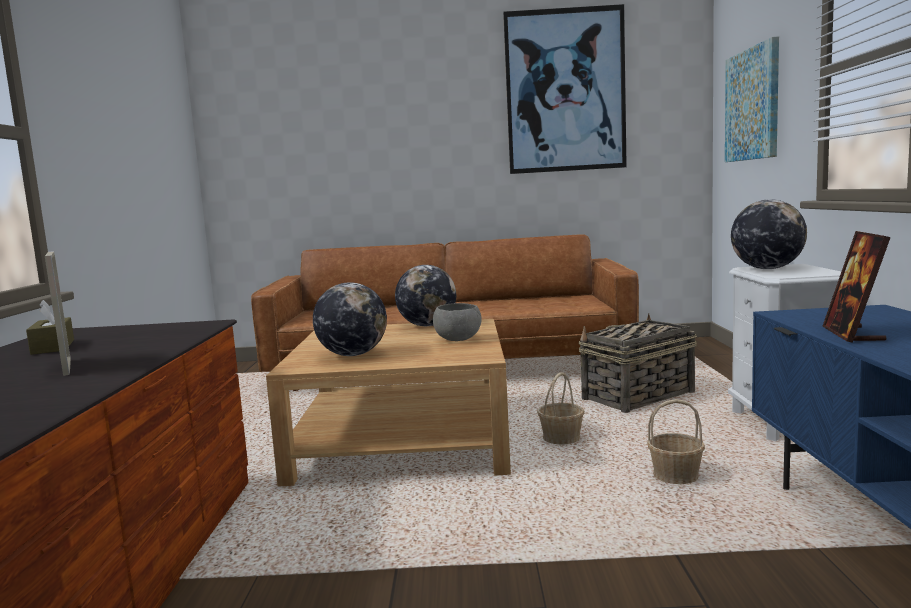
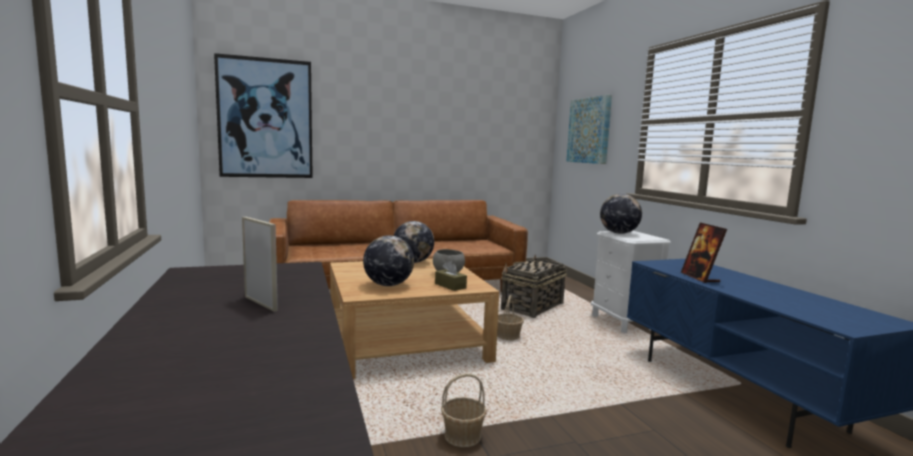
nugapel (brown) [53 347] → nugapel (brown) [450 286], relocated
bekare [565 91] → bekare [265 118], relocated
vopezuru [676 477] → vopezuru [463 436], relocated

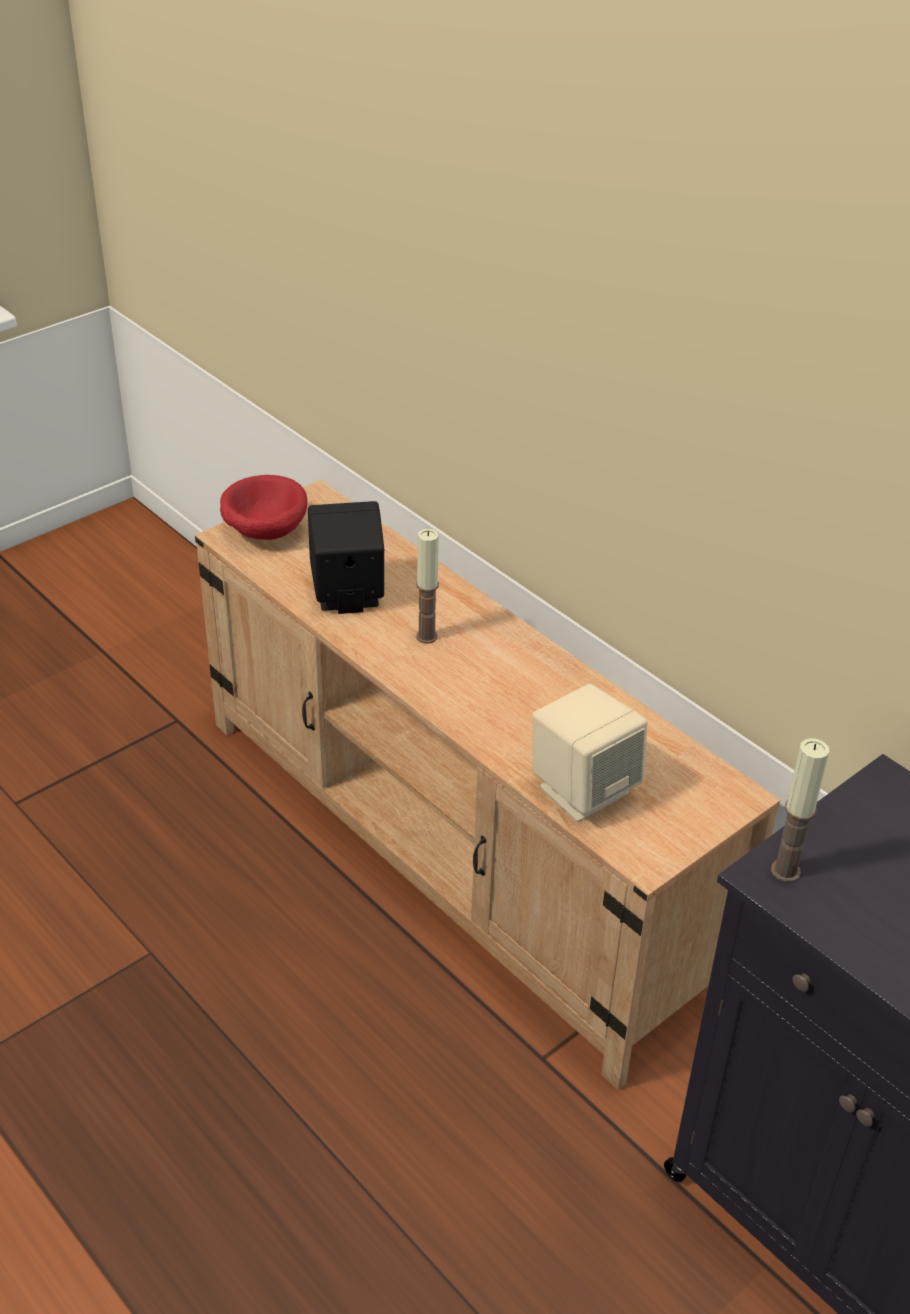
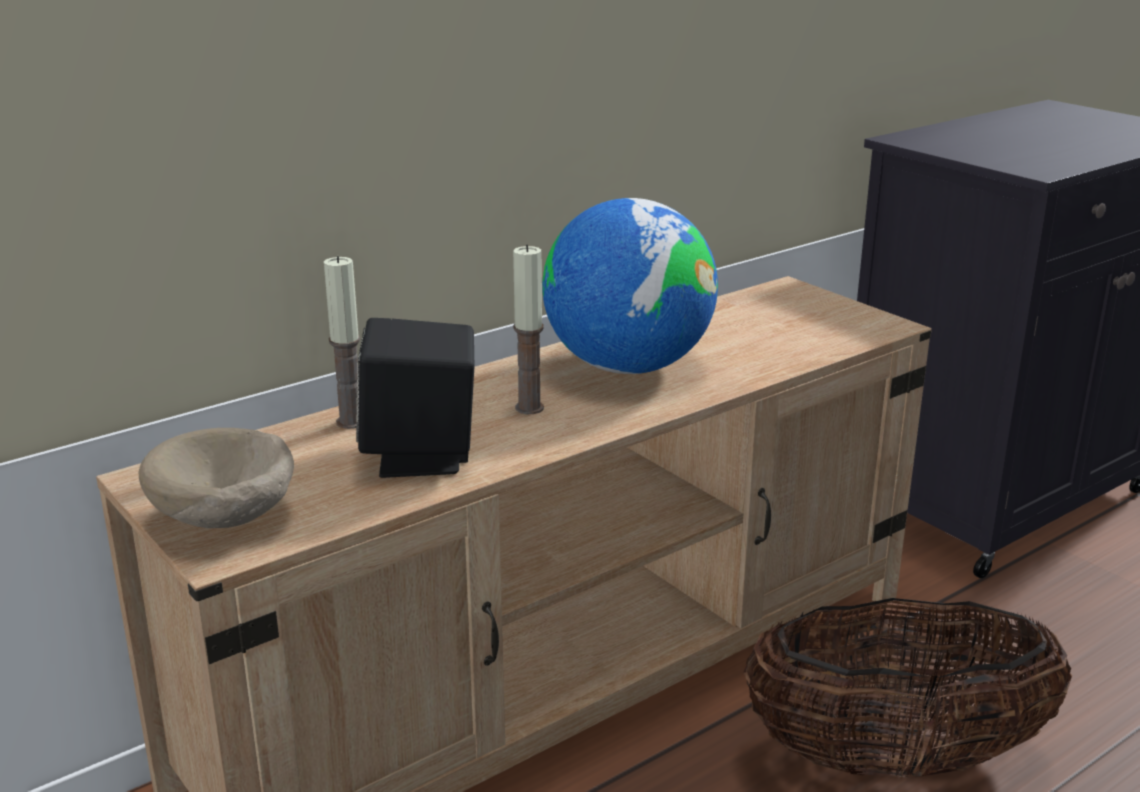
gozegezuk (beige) [583 789] → -
- → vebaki [627 367]
- → vopezuru [895 759]
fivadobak [785 871] → fivadobak [351 422], relocated
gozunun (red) [264 531] → gozunun (beige) [224 520]

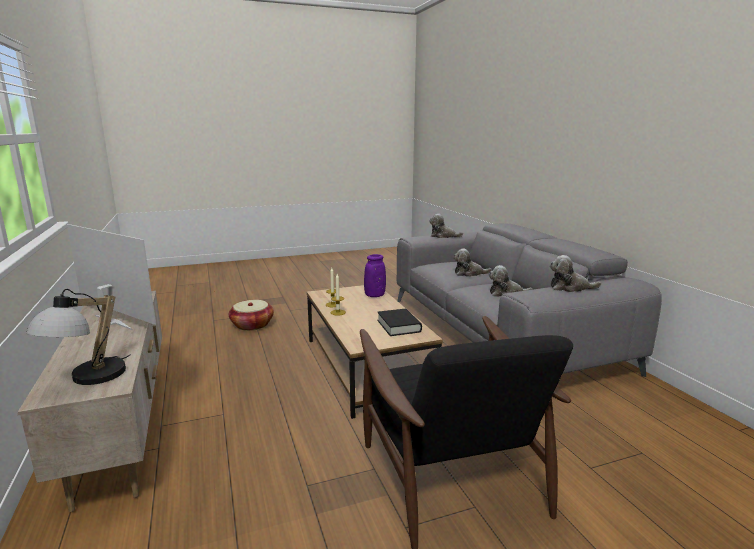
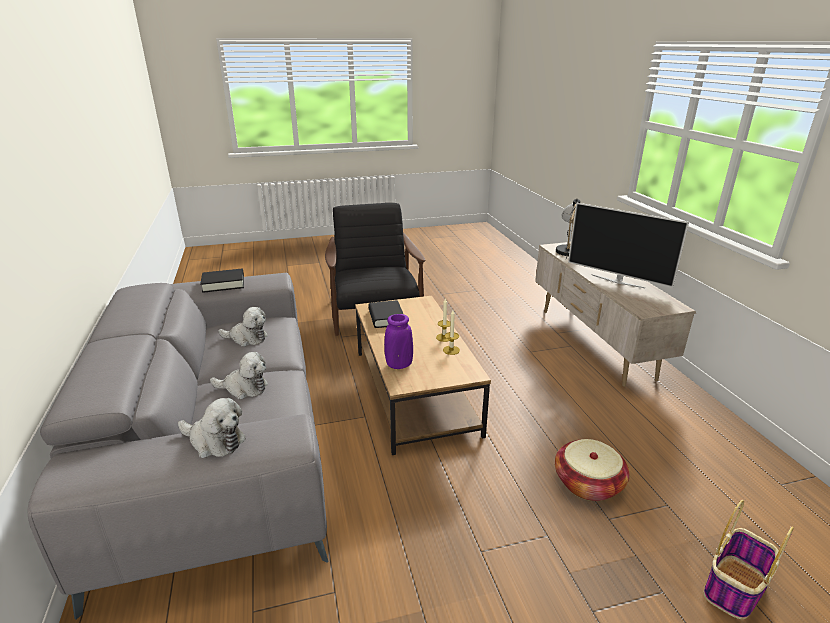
- → vopezuru [734 588]
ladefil [570 288] → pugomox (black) [223 284]

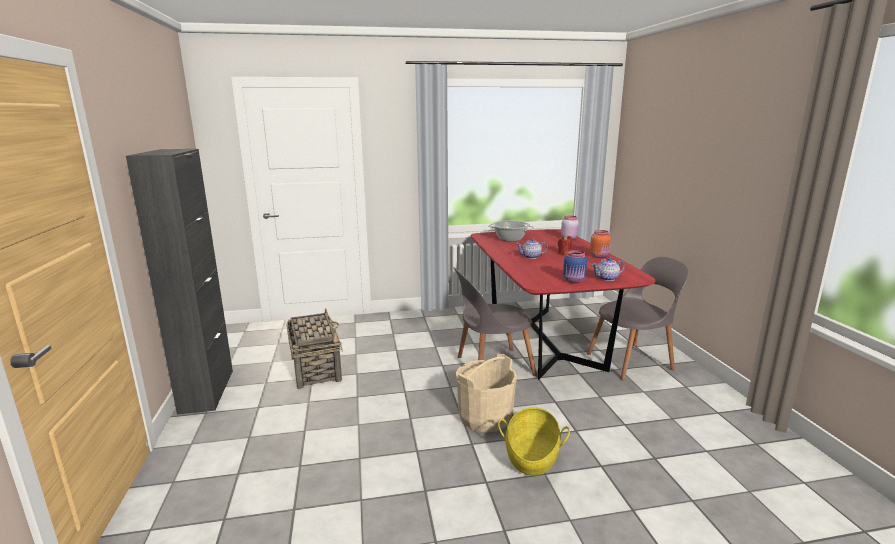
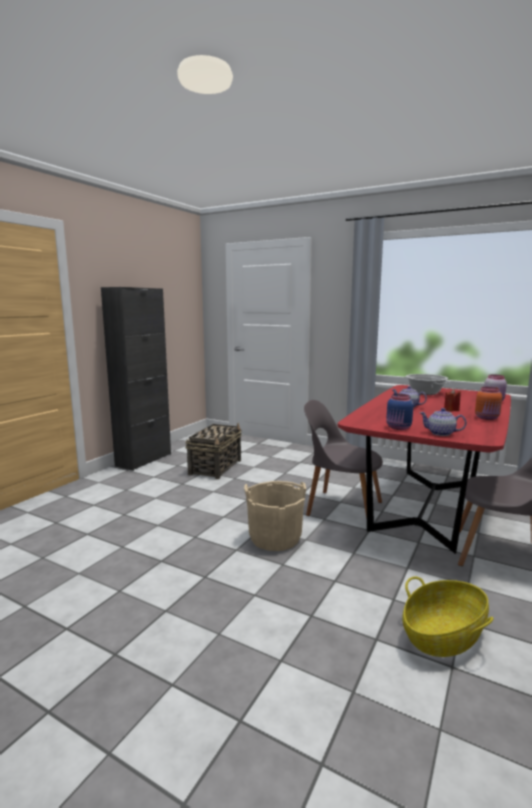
vopezuru [532 456] → vopezuru [443 636], relocated

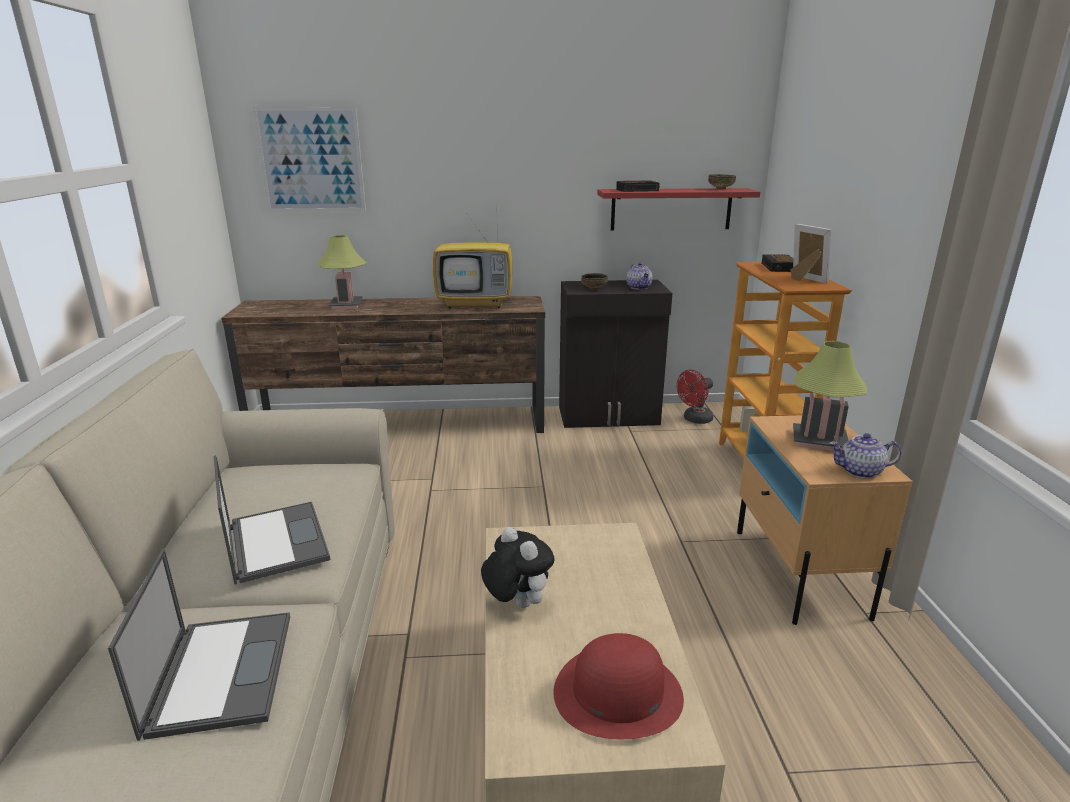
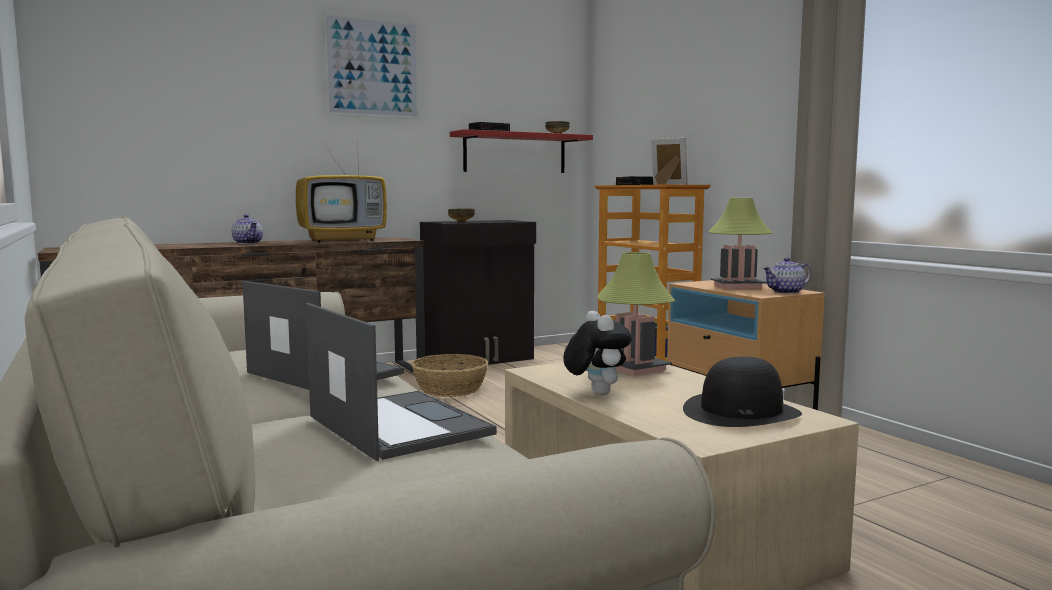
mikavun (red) [694 420] → -
- → vopezuru [450 389]
bekare [311 160] → bekare [372 68], relocated
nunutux [346 305] → nunutux [633 368], relocated
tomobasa [639 287] → tomobasa [248 243], relocated
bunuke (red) [617 693] → bunuke (black) [741 412]
ladefil [516 603] → ladefil [595 393], 45 degrees clockwise

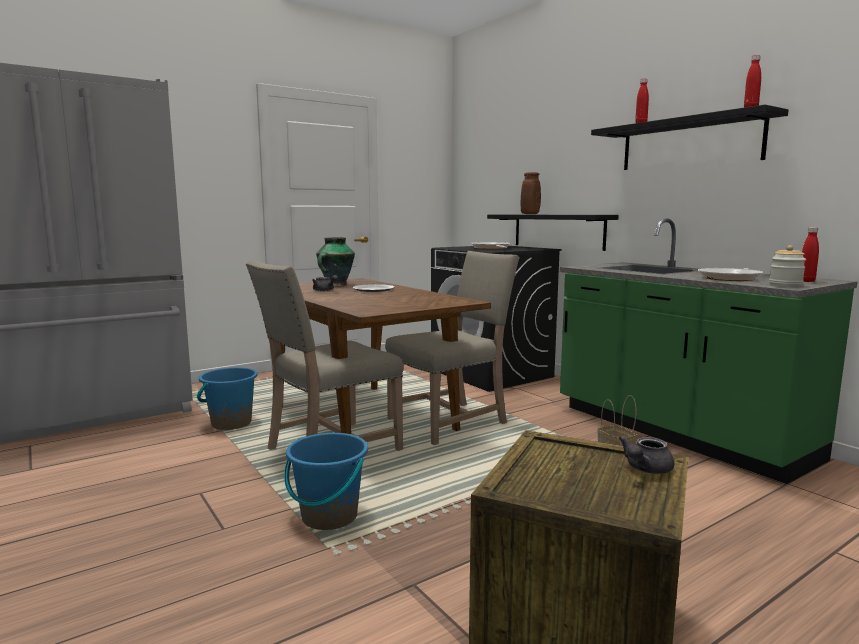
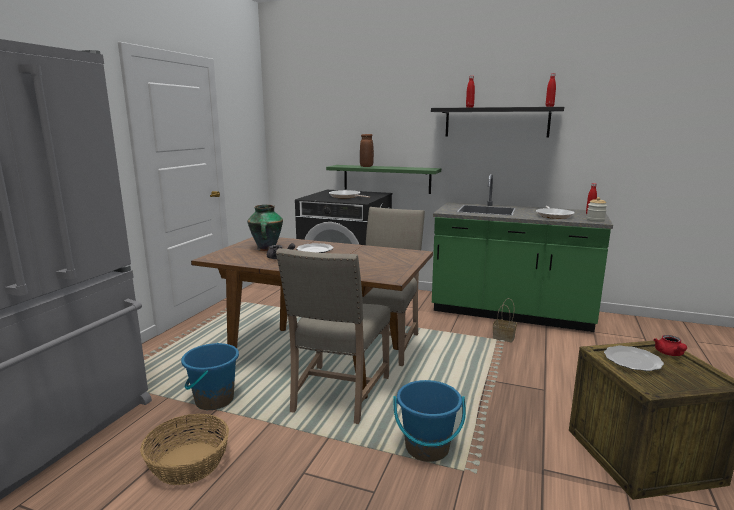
- → vopezuru [188 463]
- → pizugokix [633 361]
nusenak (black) [558 231] → nusenak (green) [386 179]
tomobasa (grey) [645 469] → tomobasa (red) [670 354]

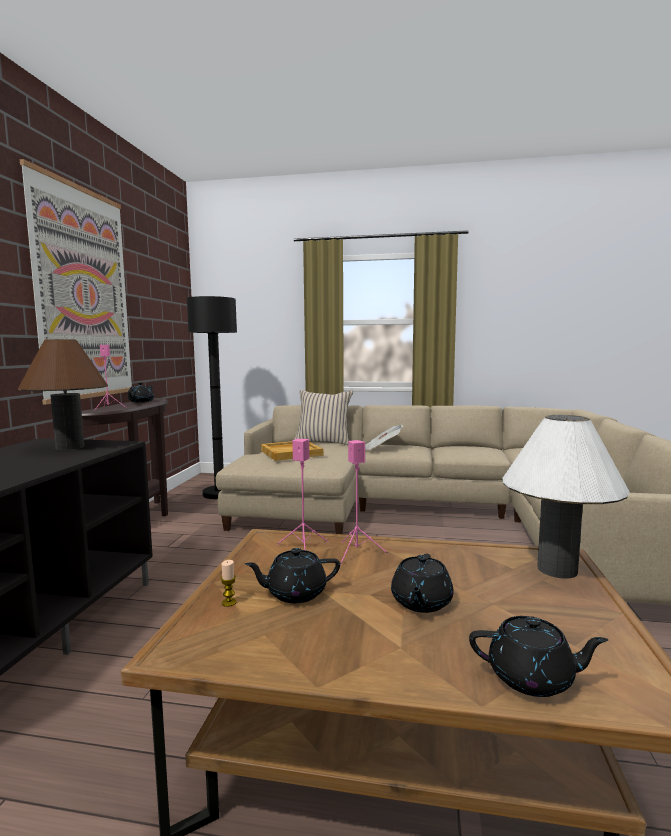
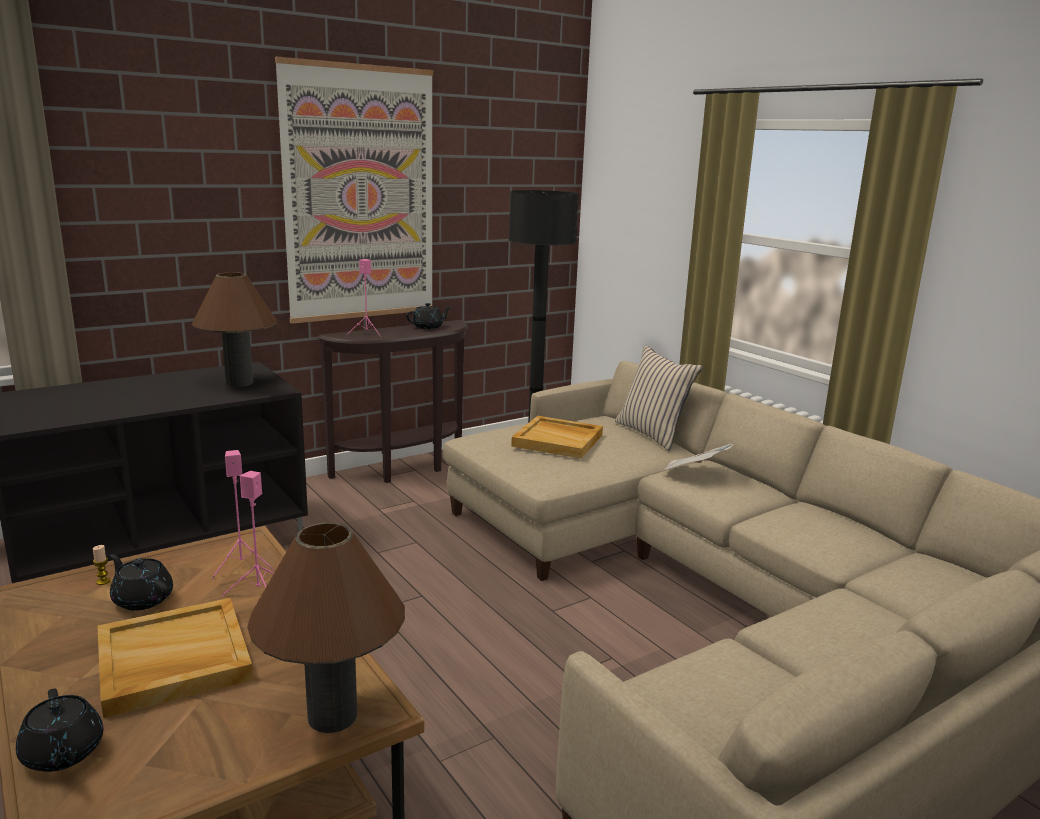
tomobasa (black) [421 602] → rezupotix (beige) [172 661]
nunutux (white) [557 569] → nunutux (brown) [332 716]

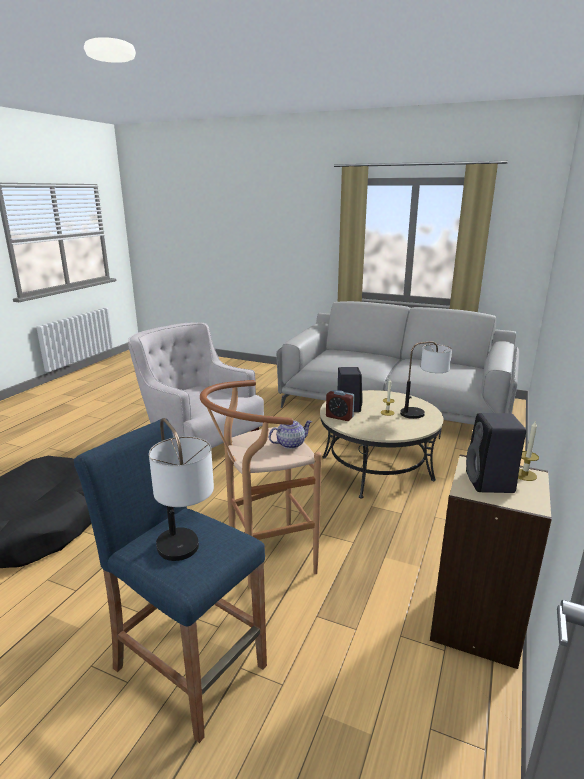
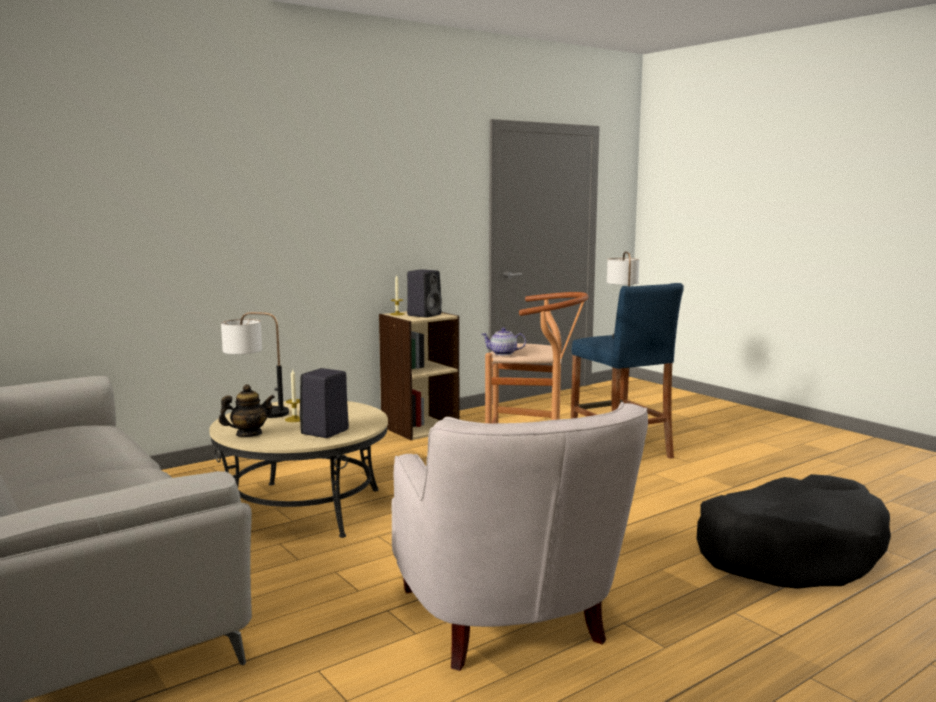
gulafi [339 417] → -
- → tomobasa [249 434]

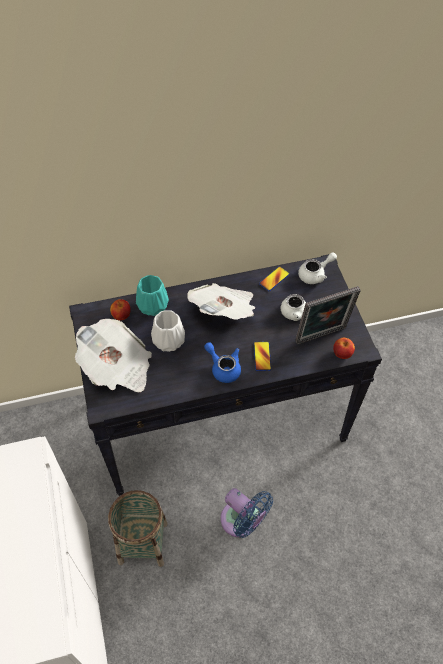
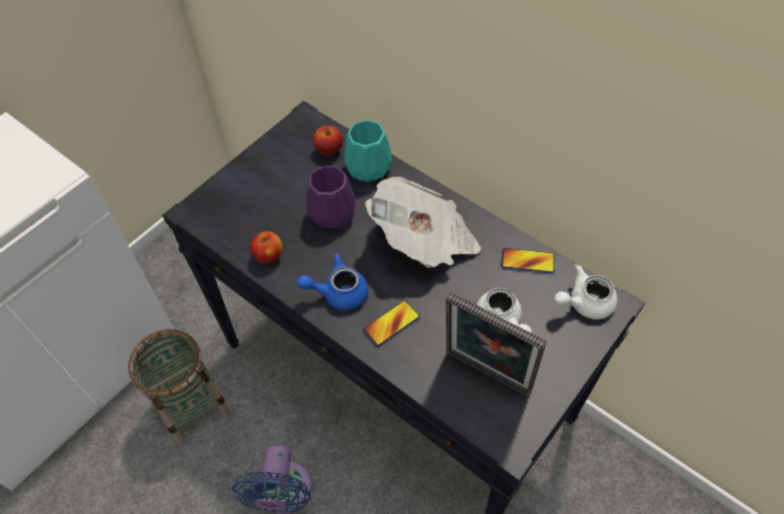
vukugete [117 368] → -
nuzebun [342 353] → nuzebun [268 256], relocated
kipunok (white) [169 340] → kipunok (purple) [333 214]
tomobasa (blue) [223 368] → tomobasa (blue) [338 293], 105 degrees counterclockwise
tomobasa (white) [315 274] → tomobasa (white) [584 303], 135 degrees clockwise

